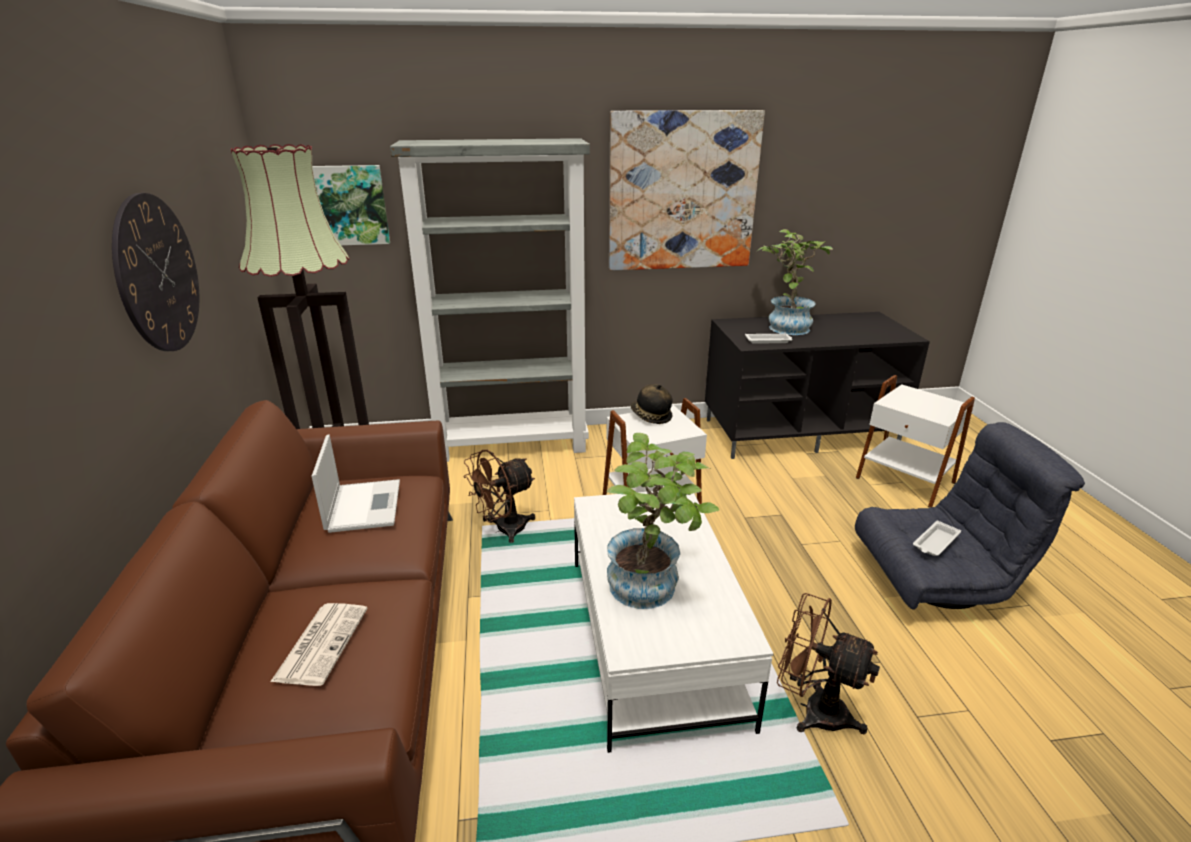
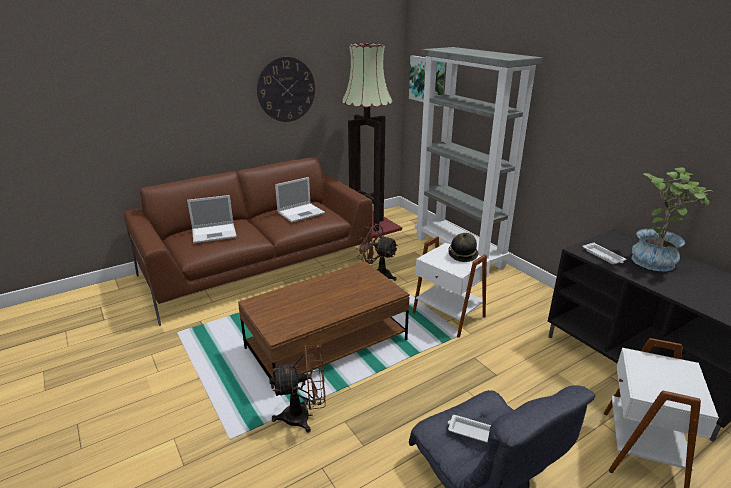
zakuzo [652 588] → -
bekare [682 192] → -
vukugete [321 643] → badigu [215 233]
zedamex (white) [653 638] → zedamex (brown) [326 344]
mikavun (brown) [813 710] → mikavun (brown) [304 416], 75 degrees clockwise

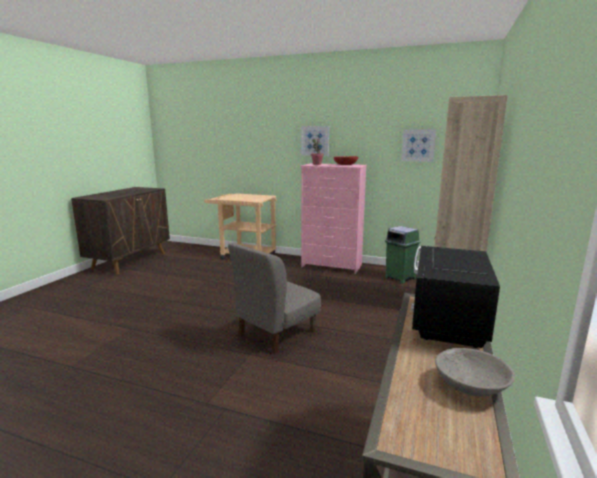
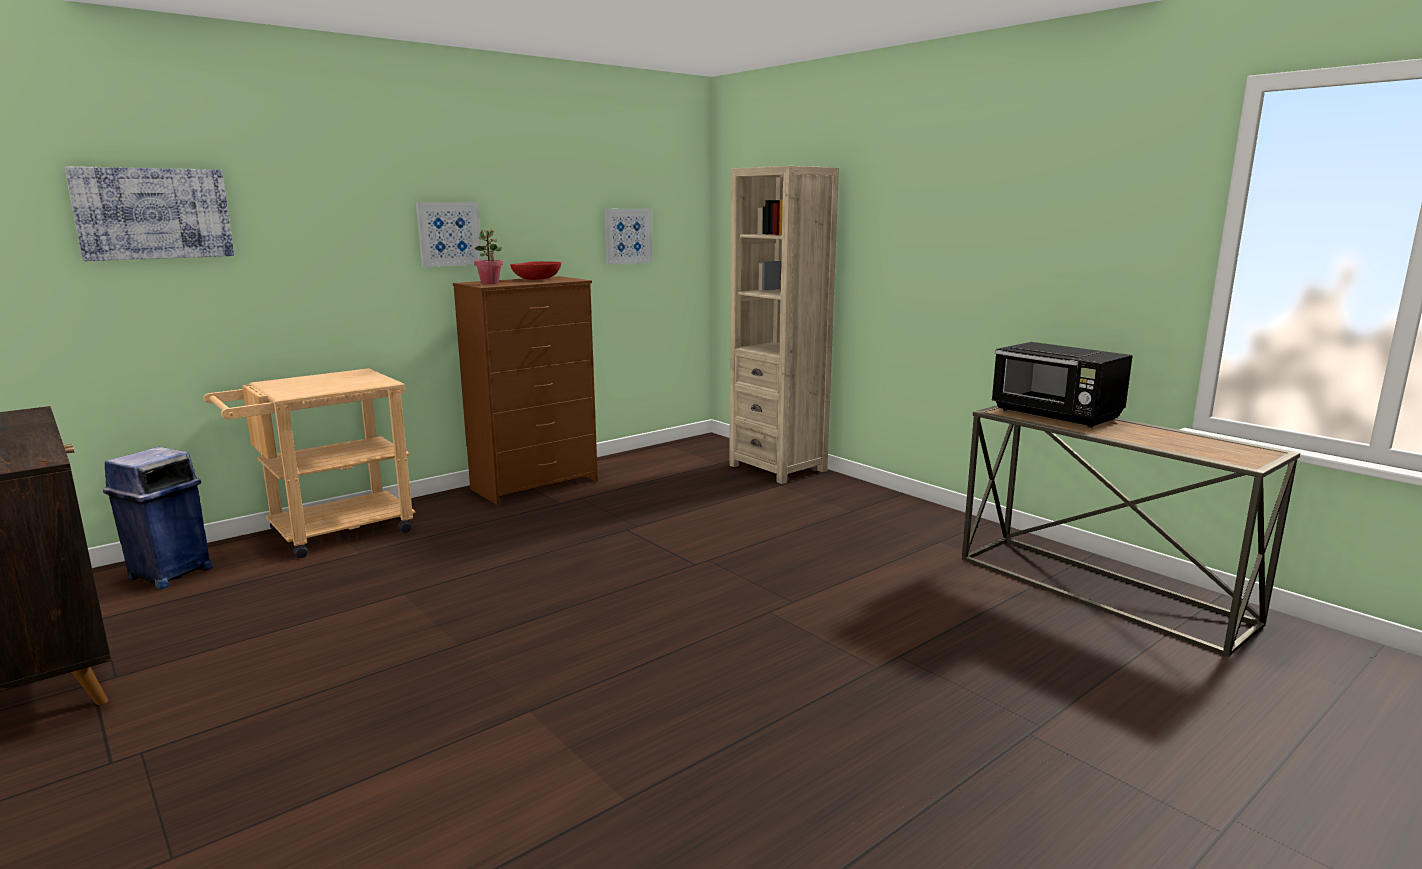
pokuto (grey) [276 333] → -
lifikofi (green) [400 278] → -
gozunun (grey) [471 385] → -
- → bekare [153 213]
- → lifikofi (blue) [169 574]
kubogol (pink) [332 266] → kubogol (brown) [536 485]

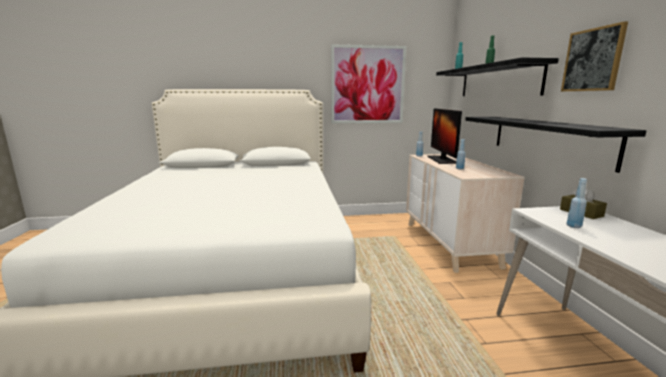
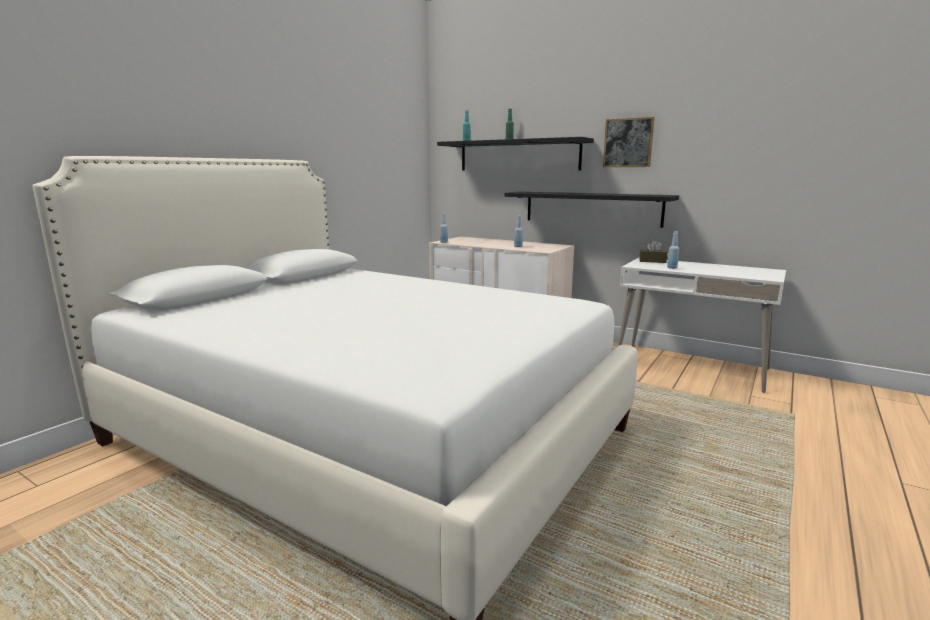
bekare [367 85] → -
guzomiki [442 159] → -

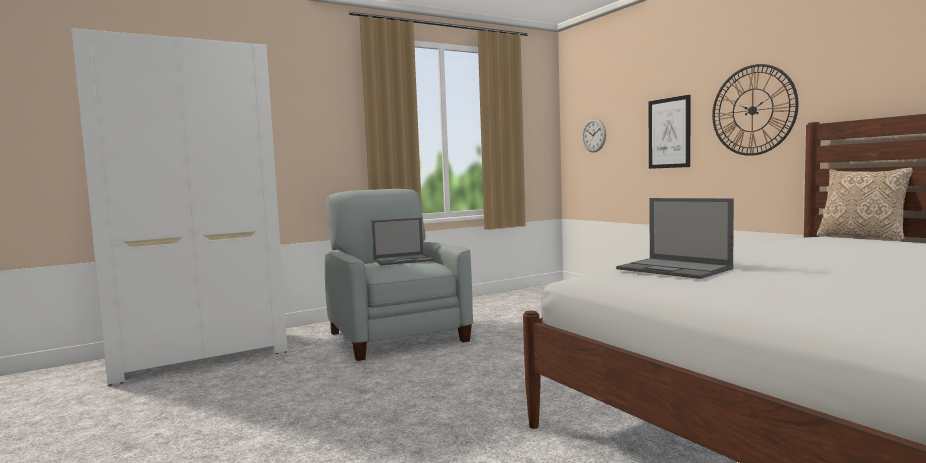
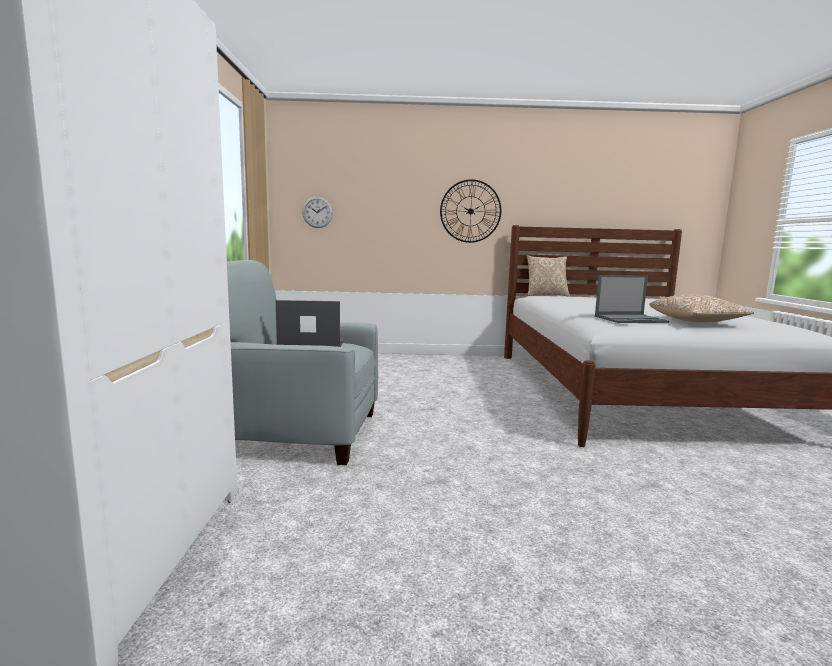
bekare [669 133] → -
- → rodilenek [696 322]
badigu [403 260] → badigu [310 344], 105 degrees counterclockwise

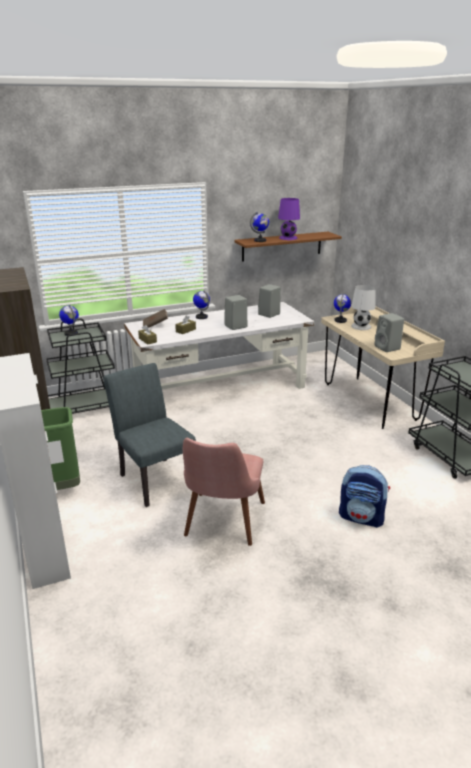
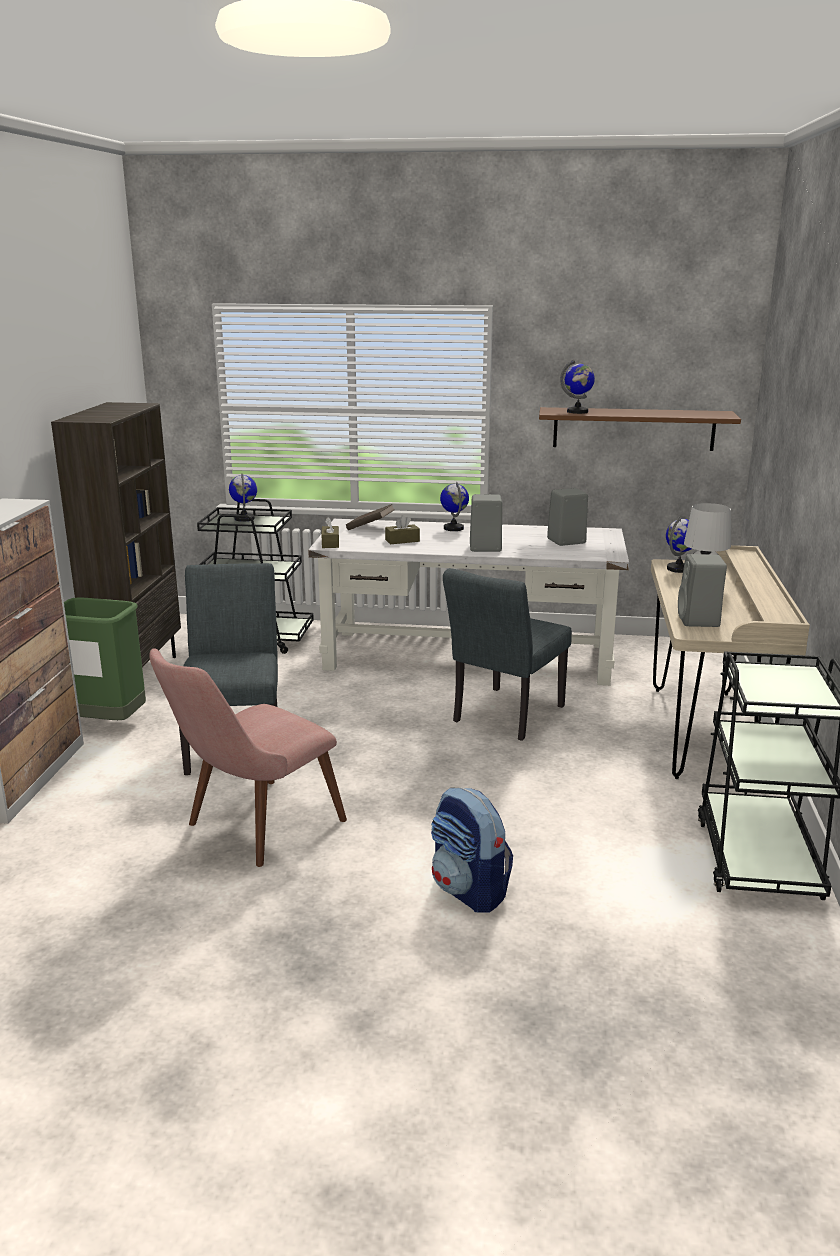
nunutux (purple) [288 238] → -
- → pokuto (grey) [503 717]

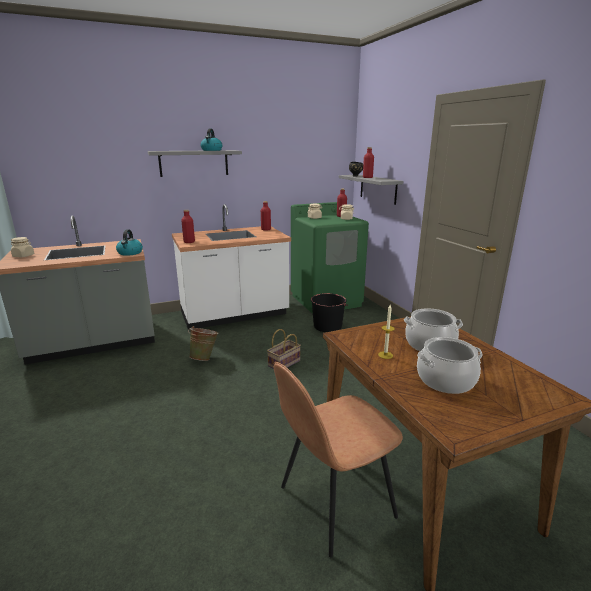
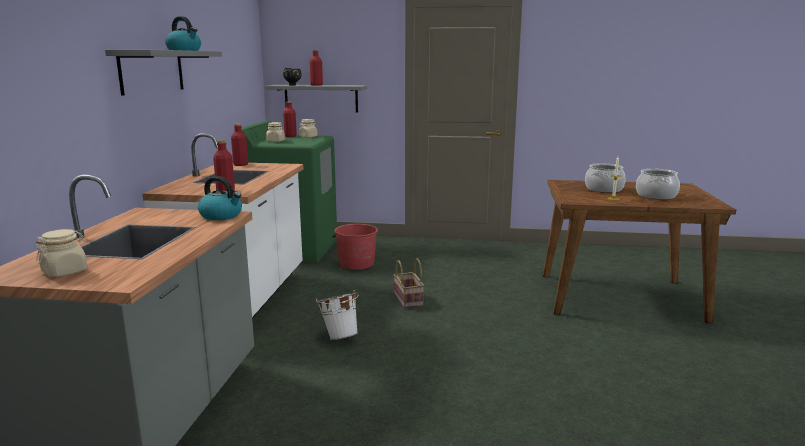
pokuto (brown) [334 503] → -
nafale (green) [205 358] → nafale (white) [339 336]
nafale (black) [327 326] → nafale (red) [356 263]

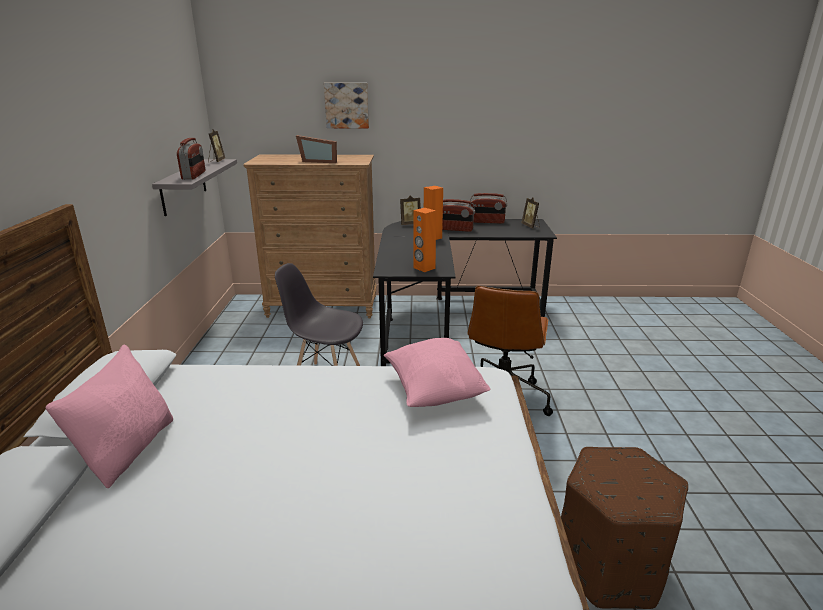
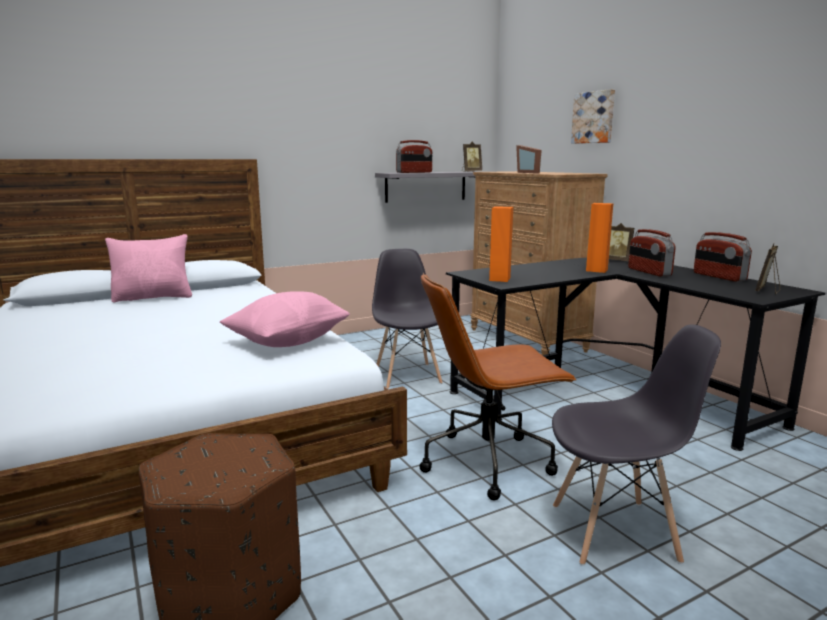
- → pokuto (grey) [615 532]

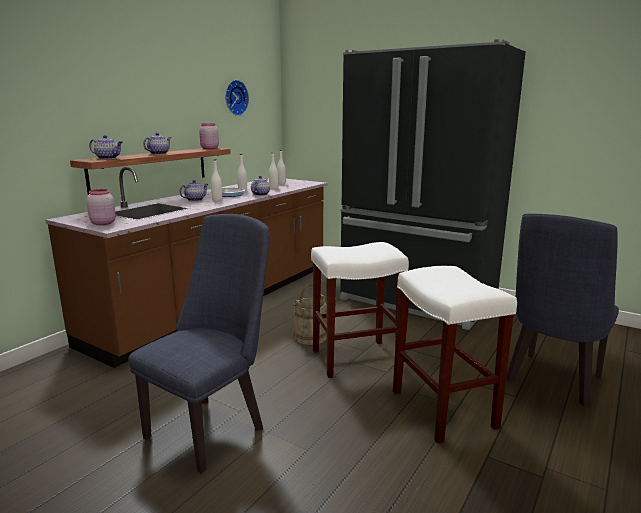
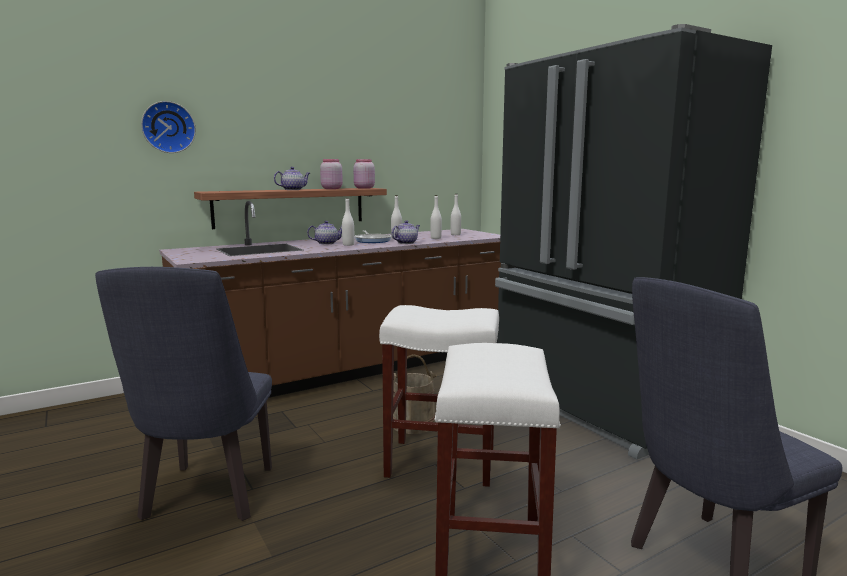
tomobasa [108 158] → -
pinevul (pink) [102 223] → pinevul (pink) [331 188], relocated
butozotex [235 98] → butozotex [168 127], relocated
pokuto (blue) [211 427] → pokuto (blue) [206 498], 120 degrees clockwise

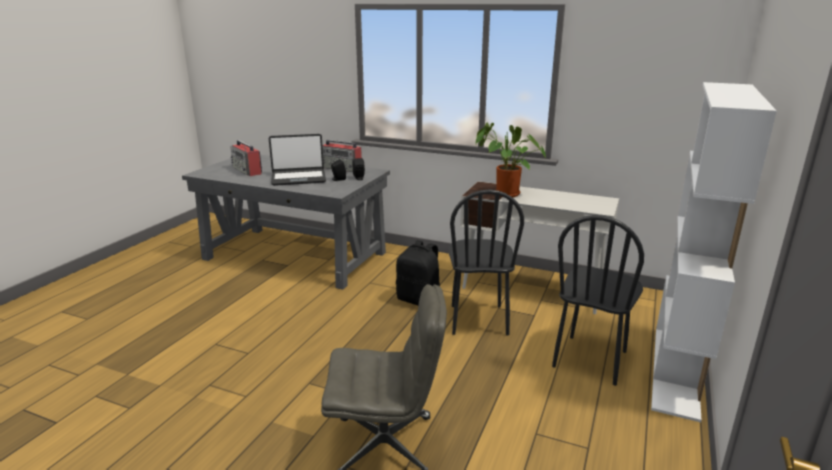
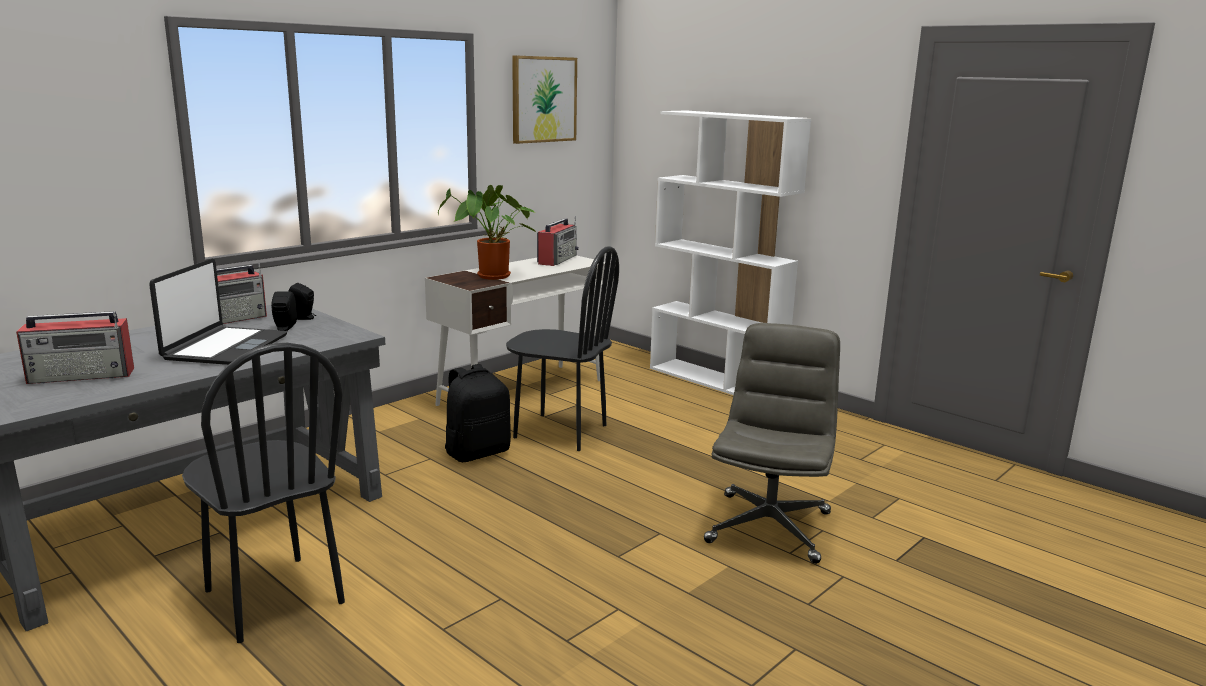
- → bekare [543 99]
- → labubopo [557 259]
pokuto (black) [590 359] → pokuto (black) [272 597], relocated

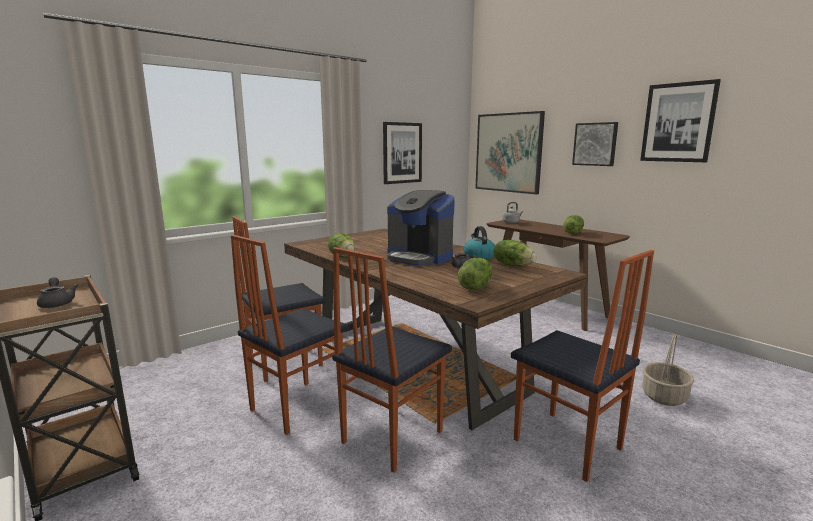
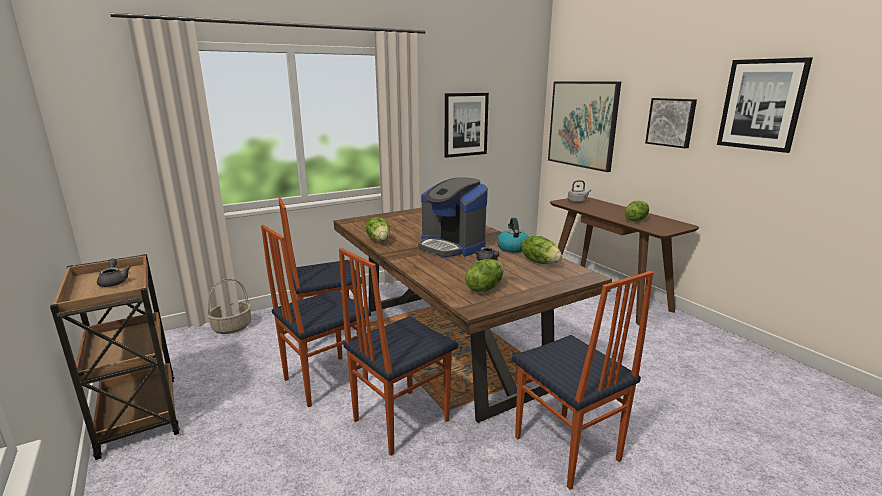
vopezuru [664 396] → vopezuru [232 327], relocated

